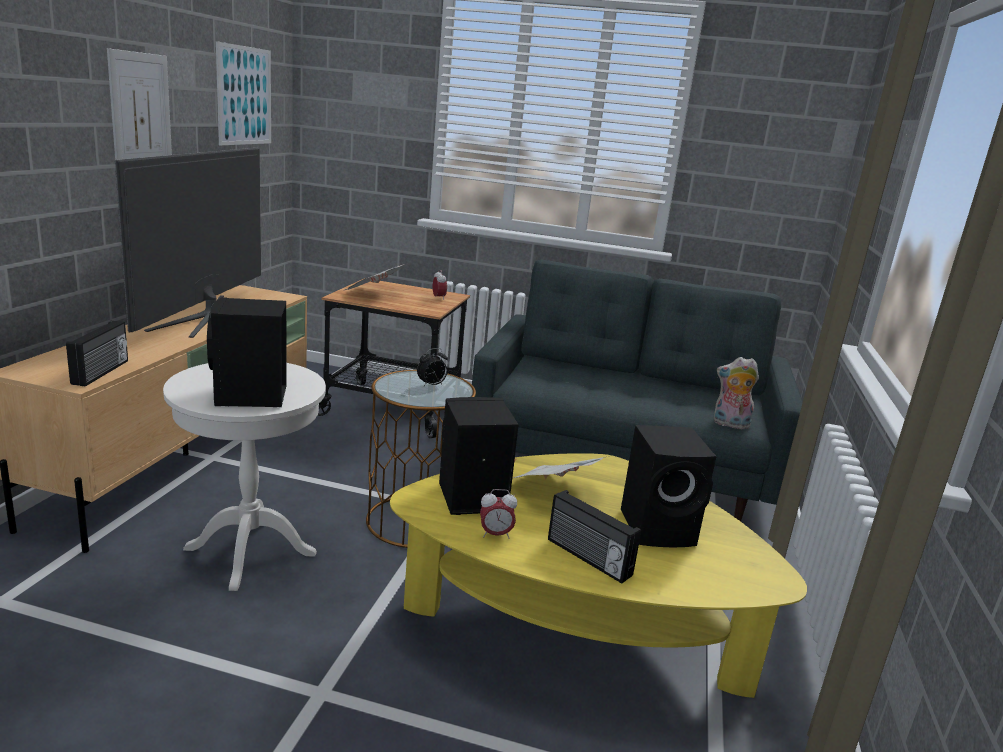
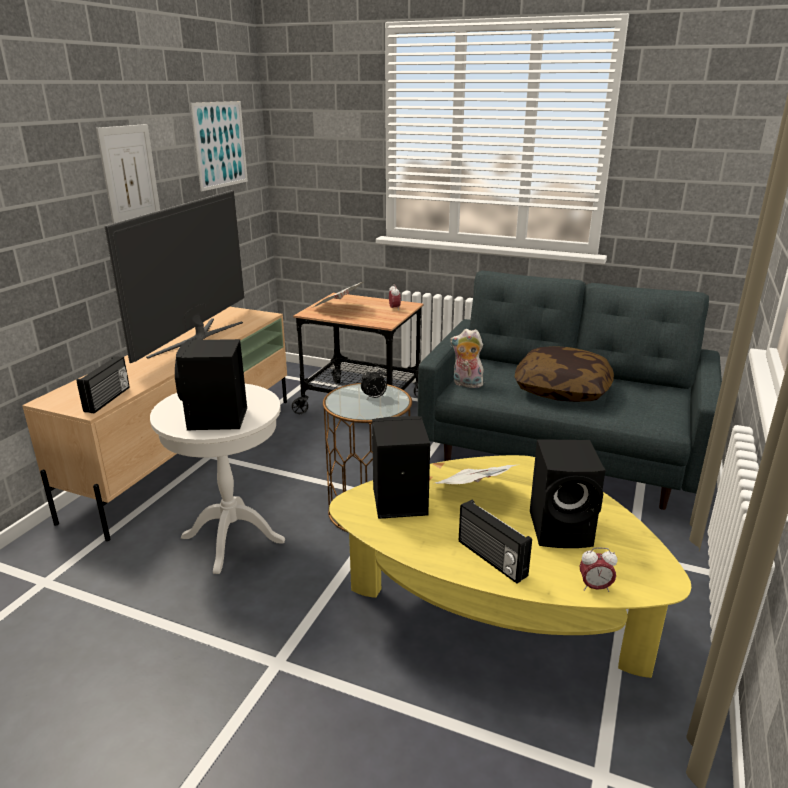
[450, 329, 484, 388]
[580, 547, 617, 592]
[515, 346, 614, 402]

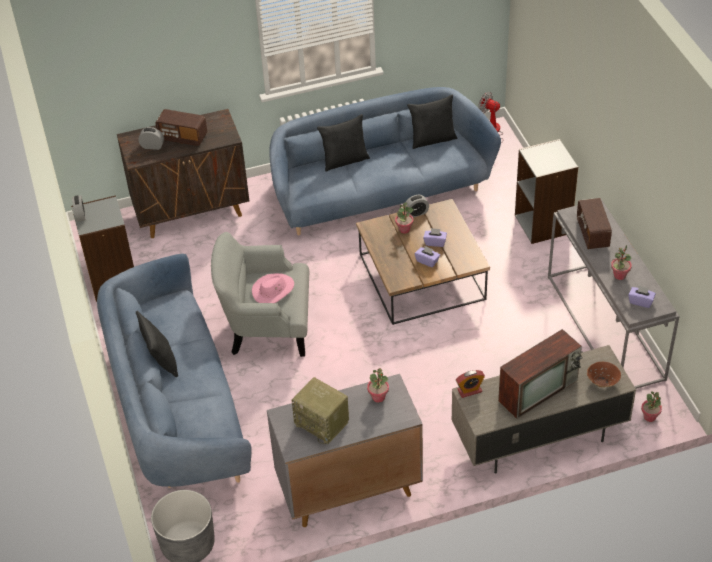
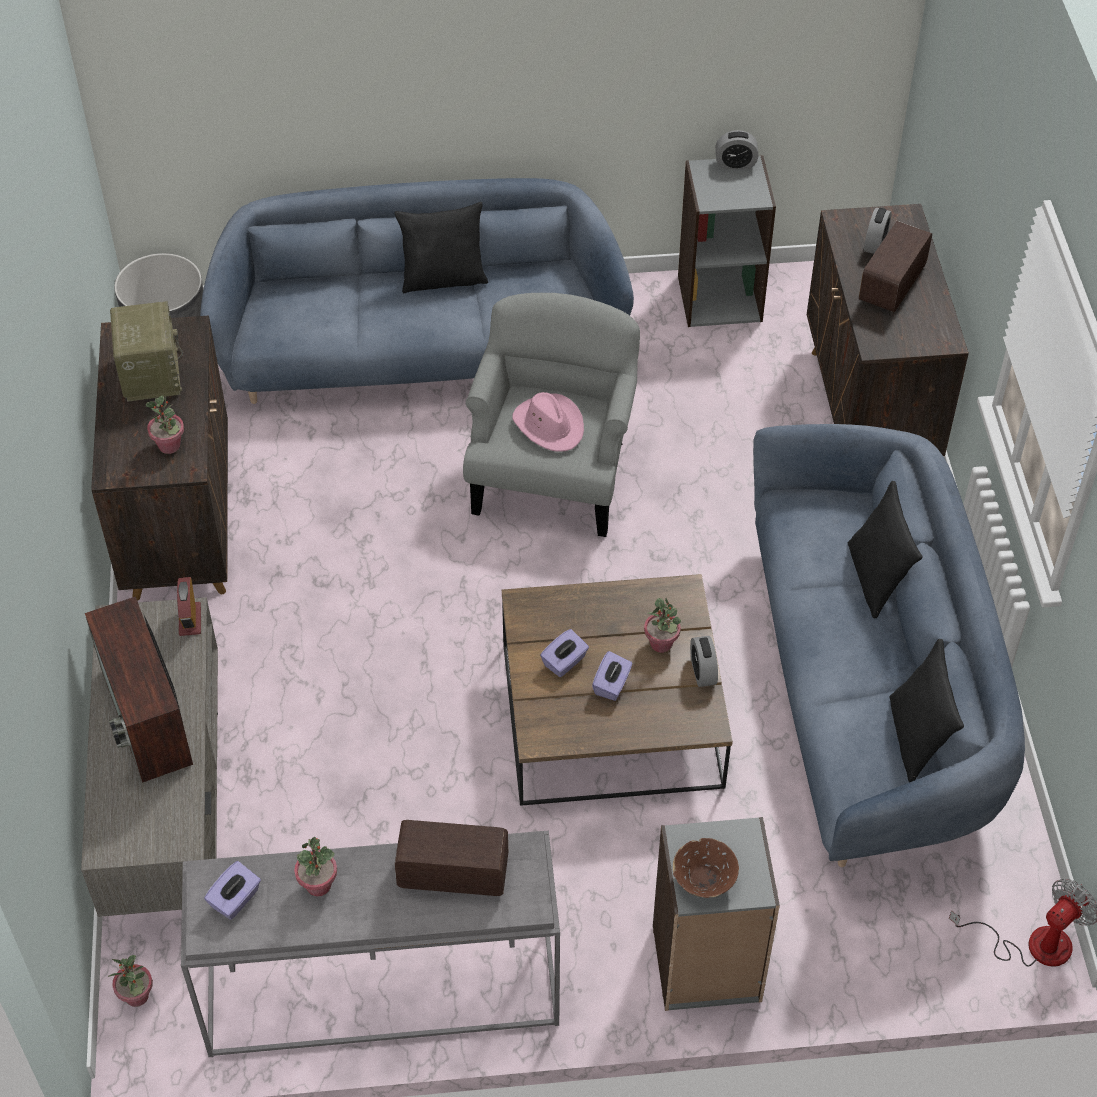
[673, 838, 739, 898]
[91, 316, 228, 601]
[110, 301, 183, 402]

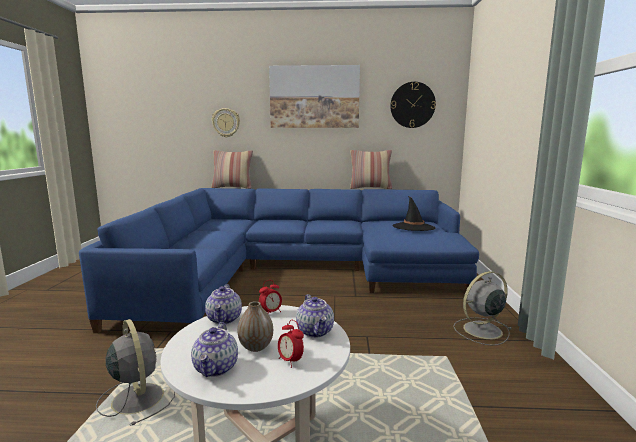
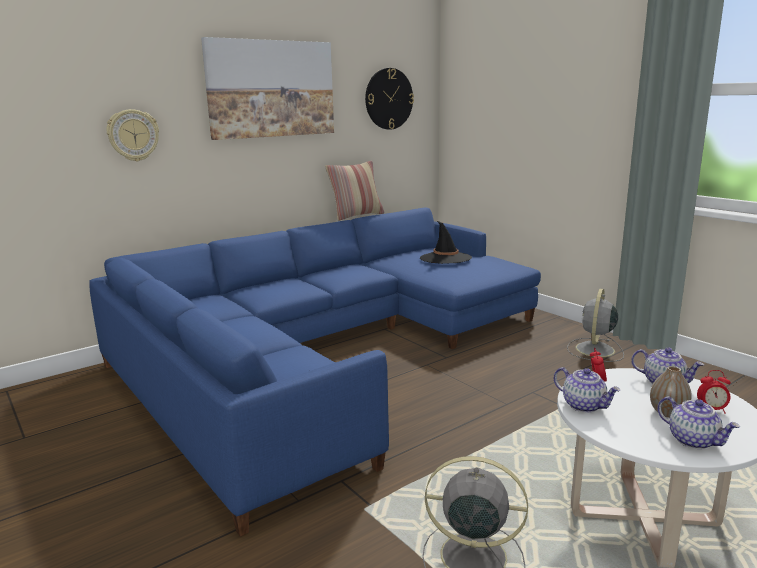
[211, 150, 253, 189] (first image)

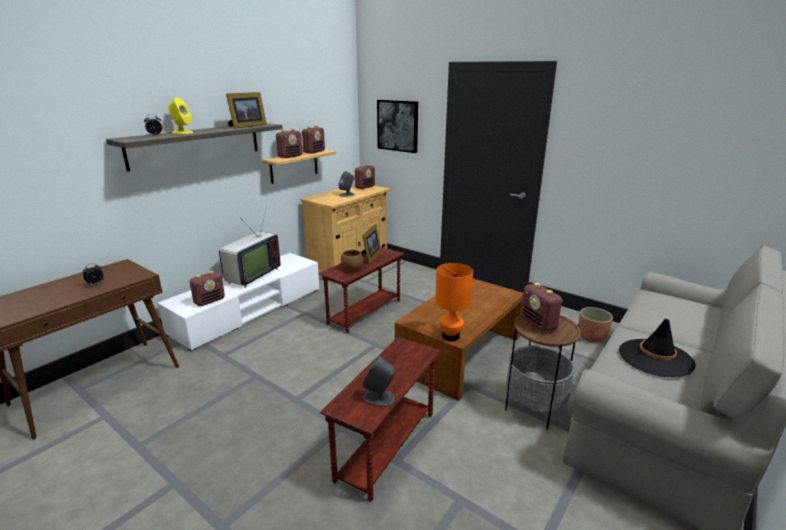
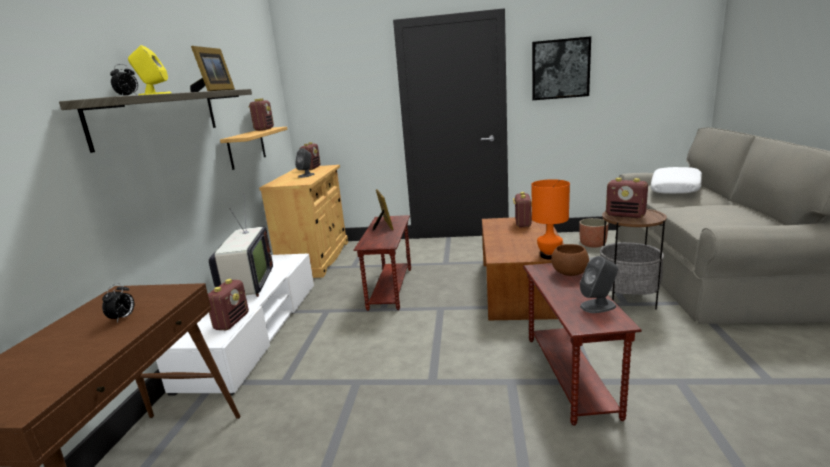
[532, 36, 591, 100]
[513, 192, 532, 227]
[551, 244, 589, 276]
[619, 319, 696, 377] (first image)
[650, 167, 702, 194]

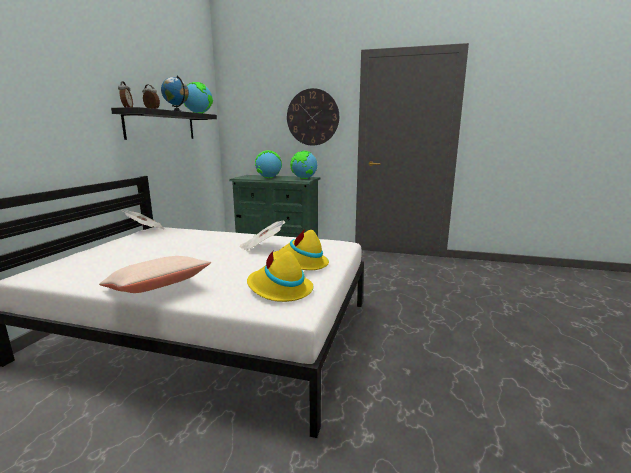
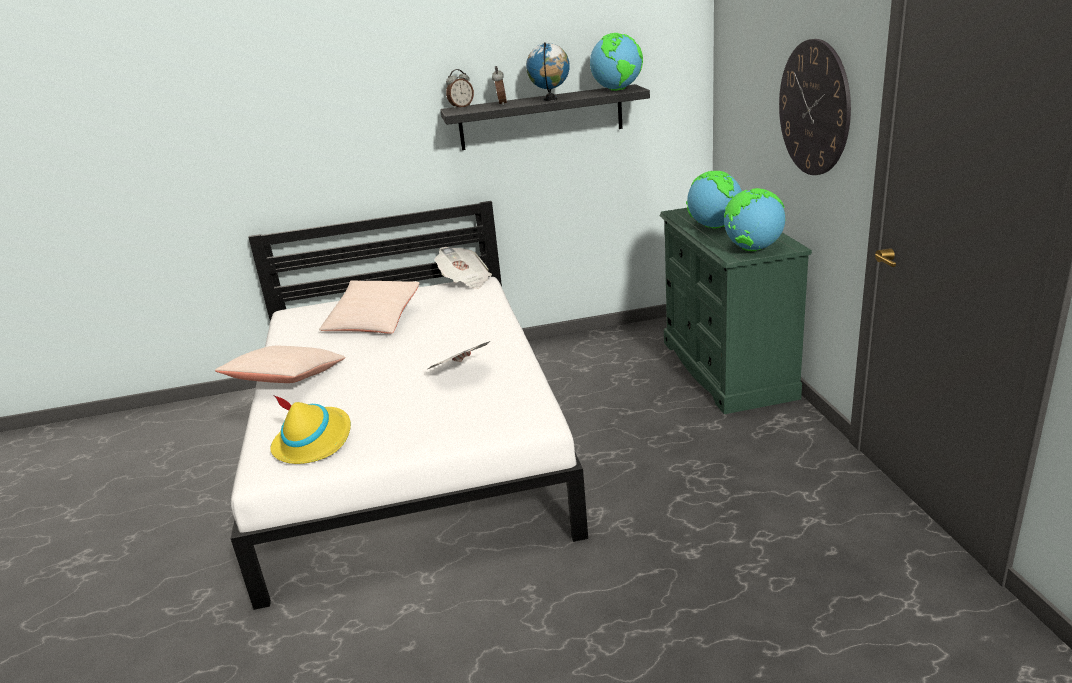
[273, 229, 329, 270] (first image)
[319, 280, 420, 334]

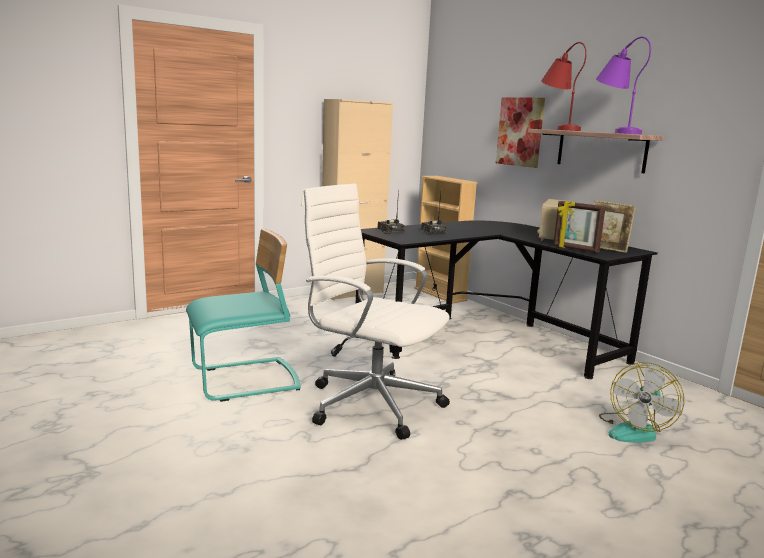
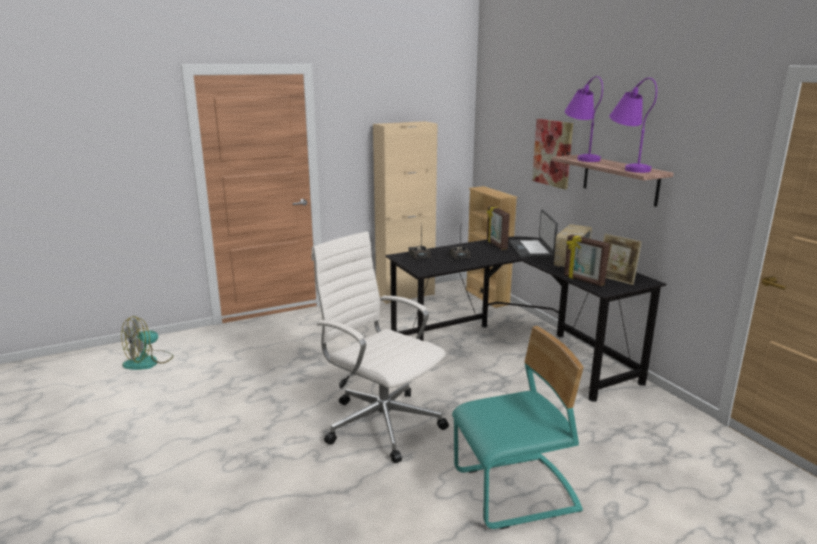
[565, 76, 603, 162]
[452, 326, 584, 529]
[121, 316, 173, 370]
[487, 206, 510, 250]
[509, 210, 558, 258]

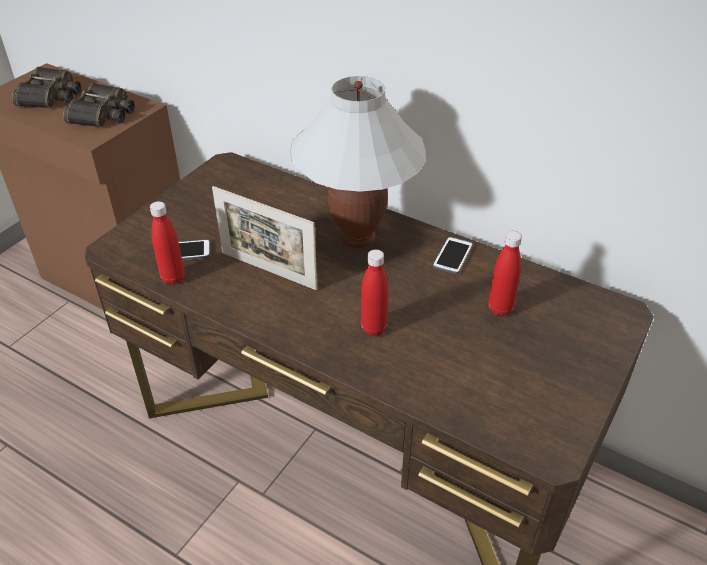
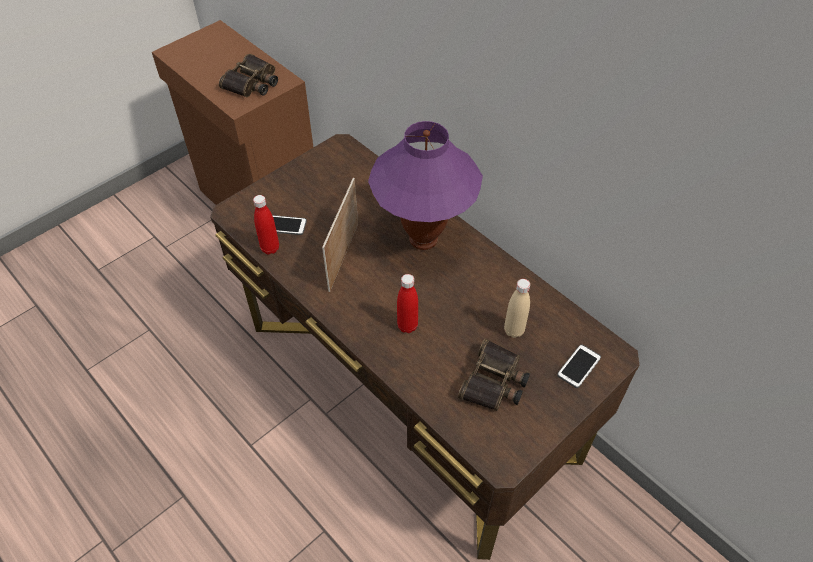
[458, 339, 530, 411]
[368, 121, 483, 250]
[322, 178, 358, 292]
[504, 279, 530, 338]
[557, 344, 601, 388]

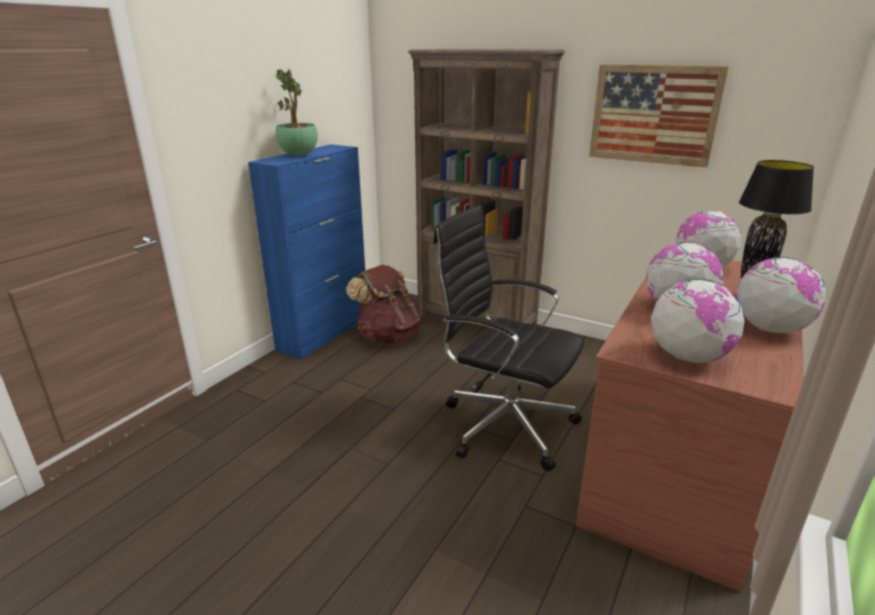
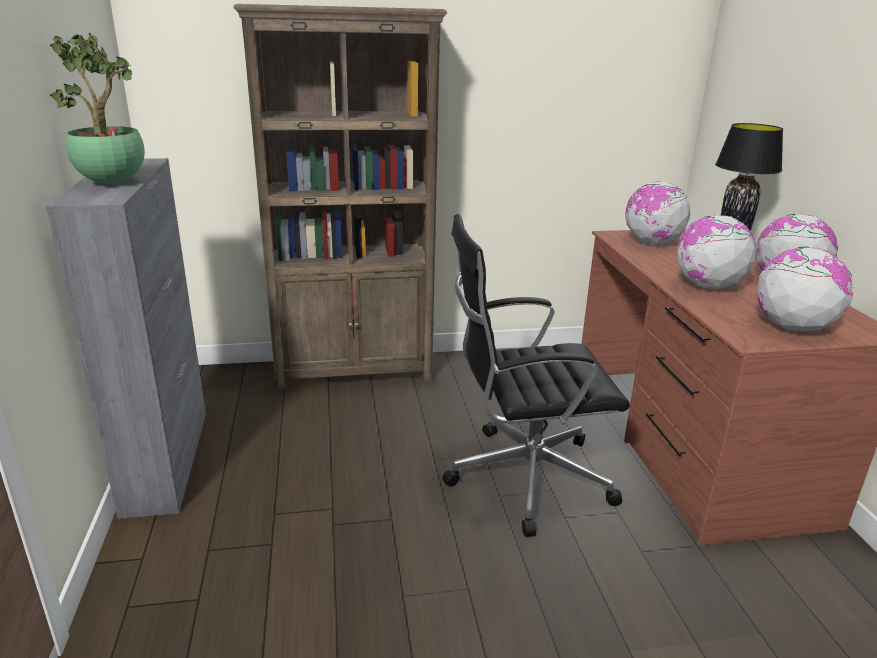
[589, 64, 729, 168] (first image)
[46, 158, 206, 519]
[346, 265, 421, 344] (first image)

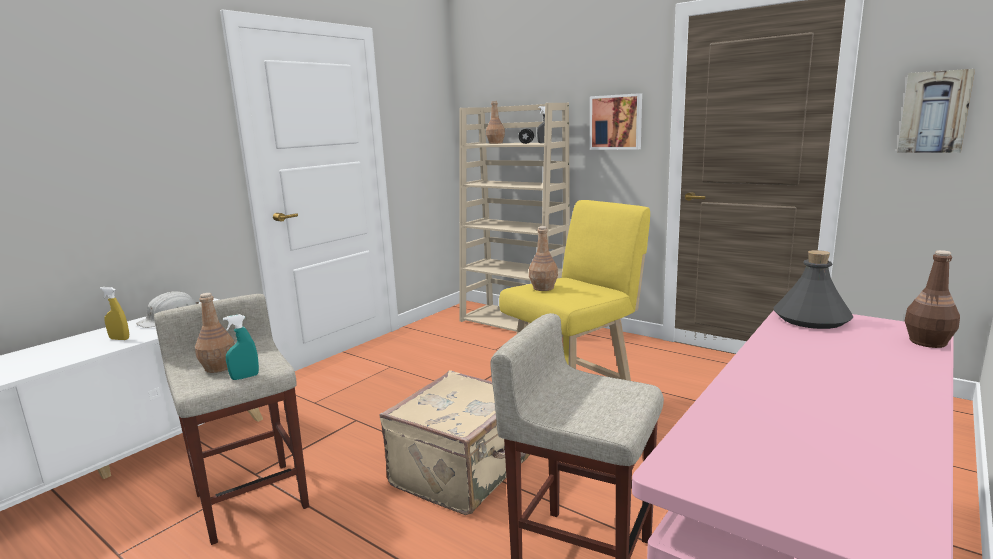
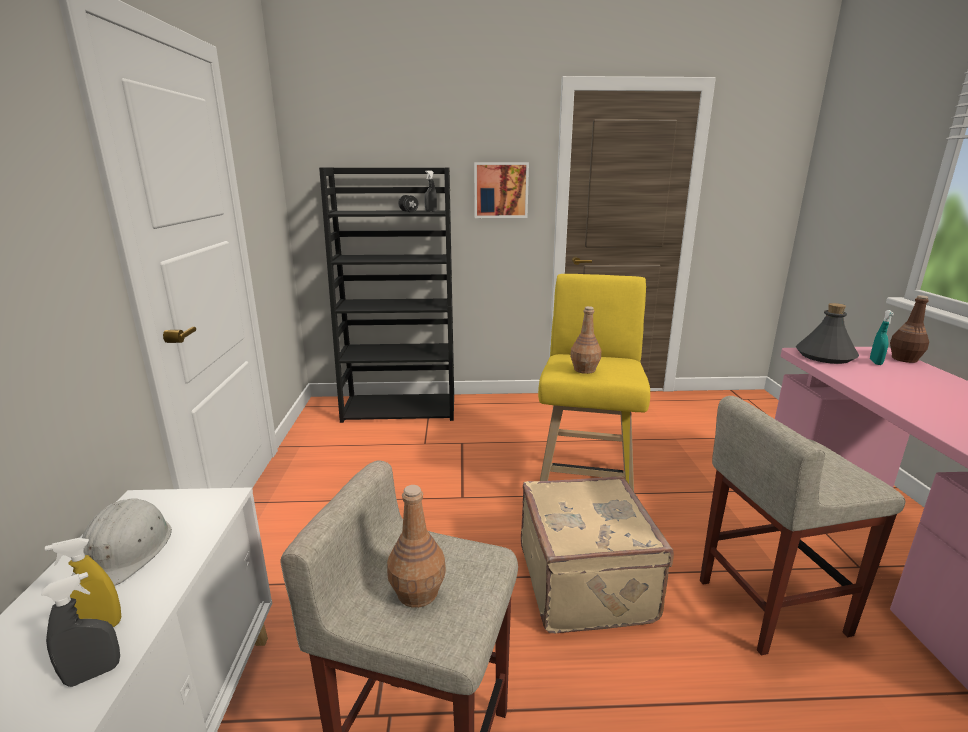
[897, 69, 975, 153] (first image)
[486, 101, 505, 144] (first image)
[319, 167, 454, 423]
[870, 310, 894, 365]
[41, 572, 120, 687]

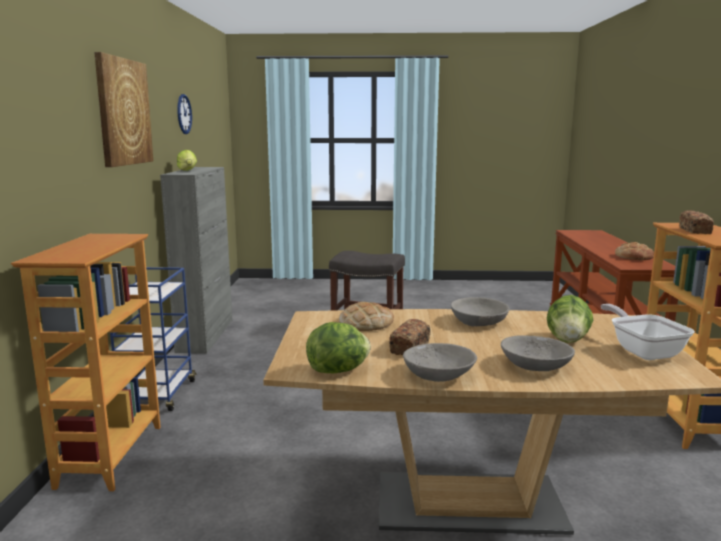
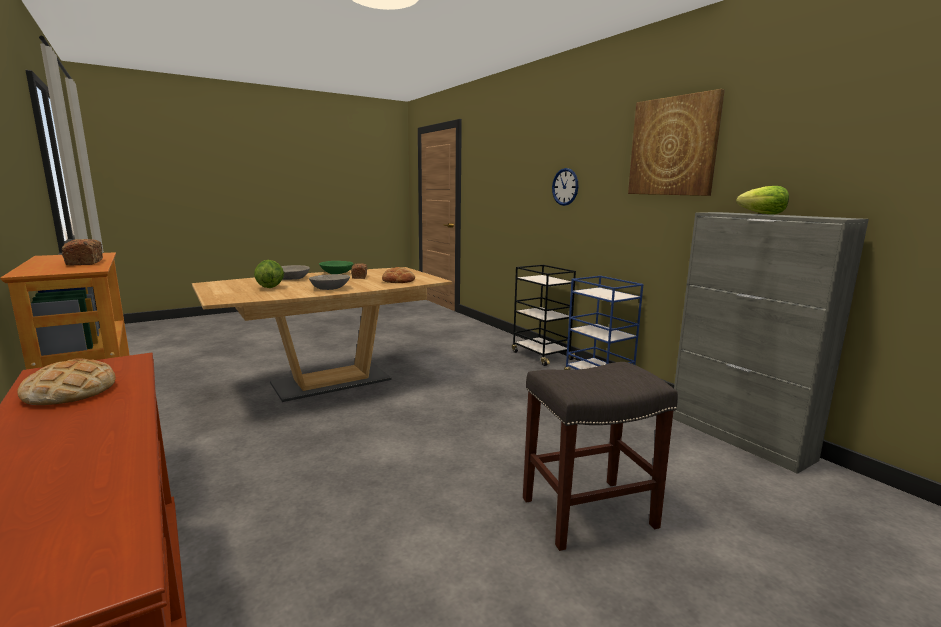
[552, 168, 578, 206]
[512, 265, 576, 366]
[601, 304, 695, 360] (first image)
[306, 322, 371, 373] (first image)
[319, 261, 353, 274]

